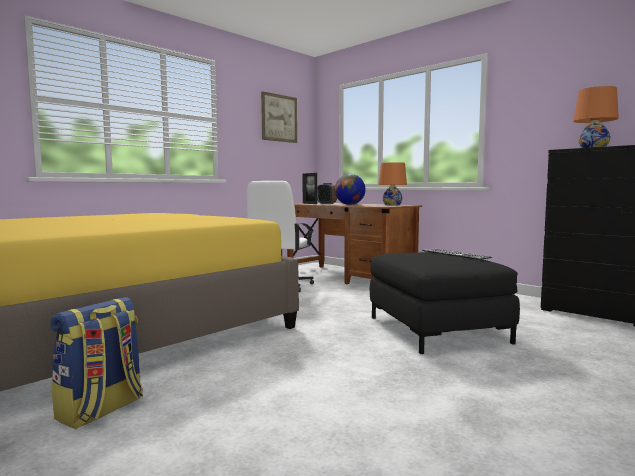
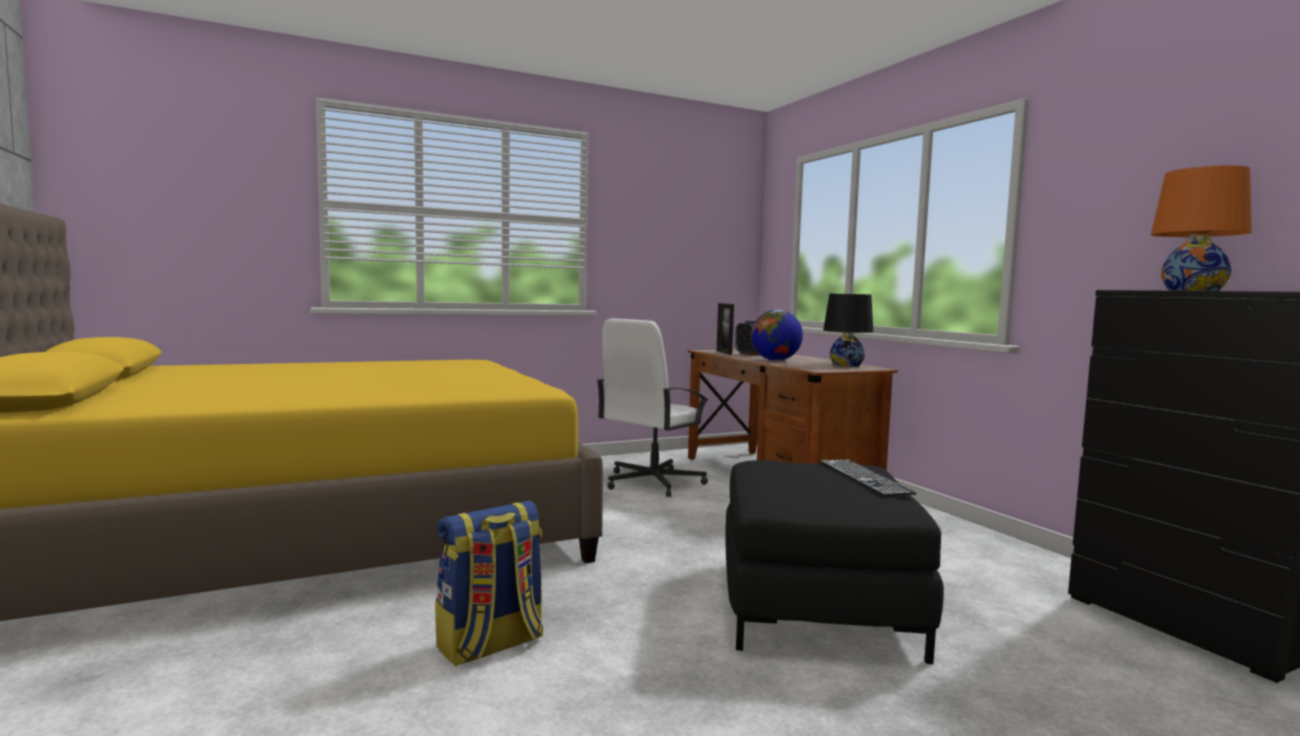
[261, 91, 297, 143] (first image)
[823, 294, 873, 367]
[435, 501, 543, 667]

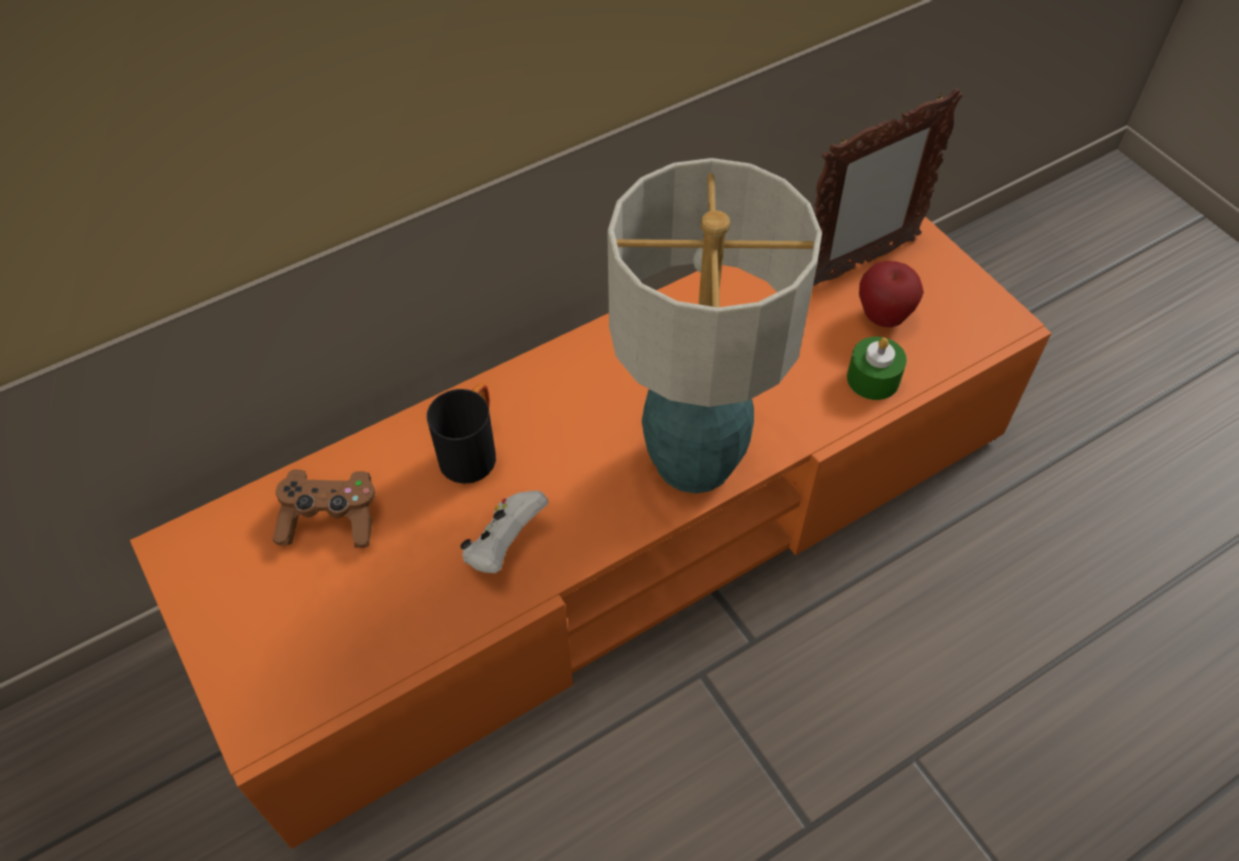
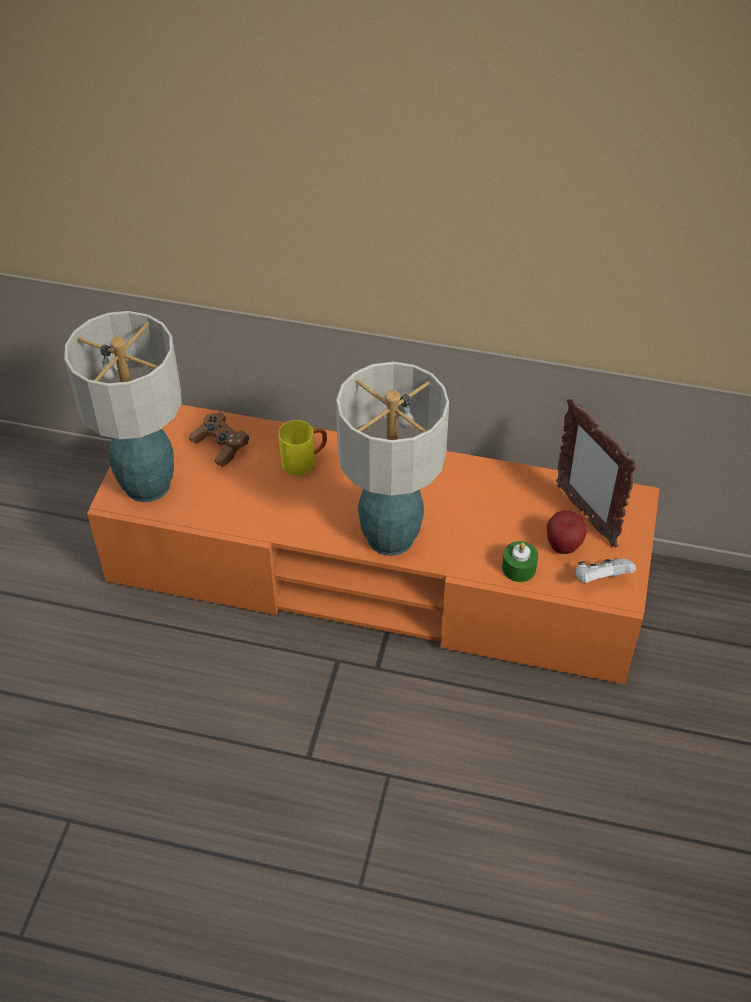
[556, 399, 637, 547]
[278, 420, 327, 476]
[575, 558, 636, 583]
[64, 311, 182, 502]

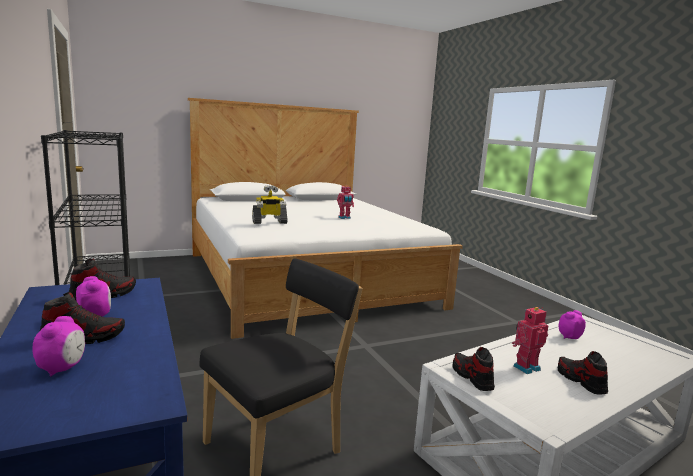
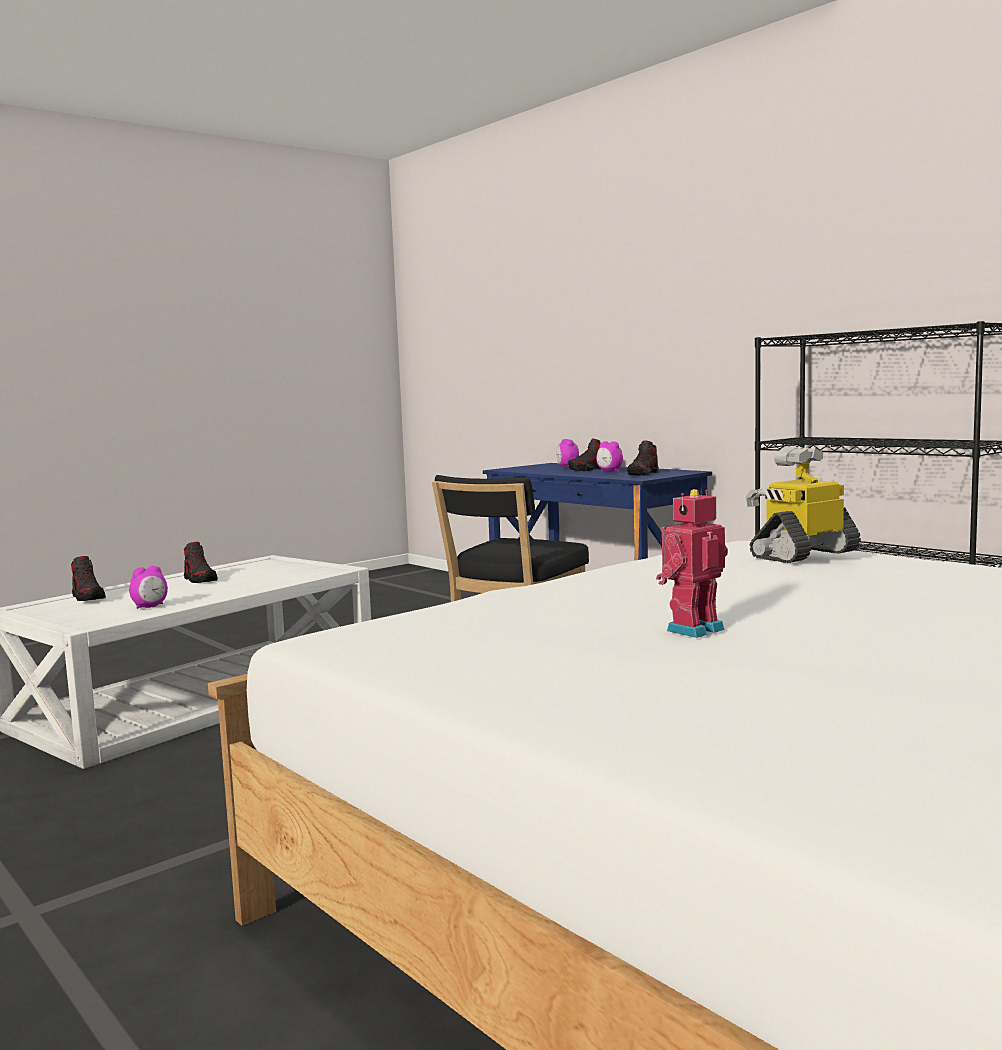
[512, 307, 548, 374] (first image)
[71, 556, 106, 601]

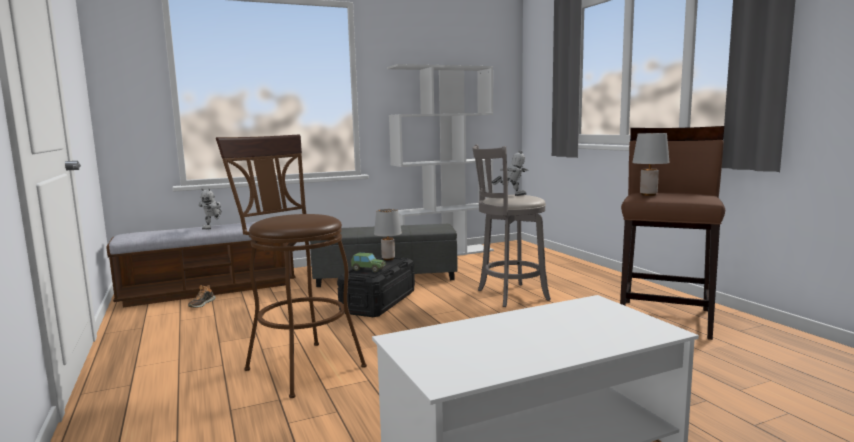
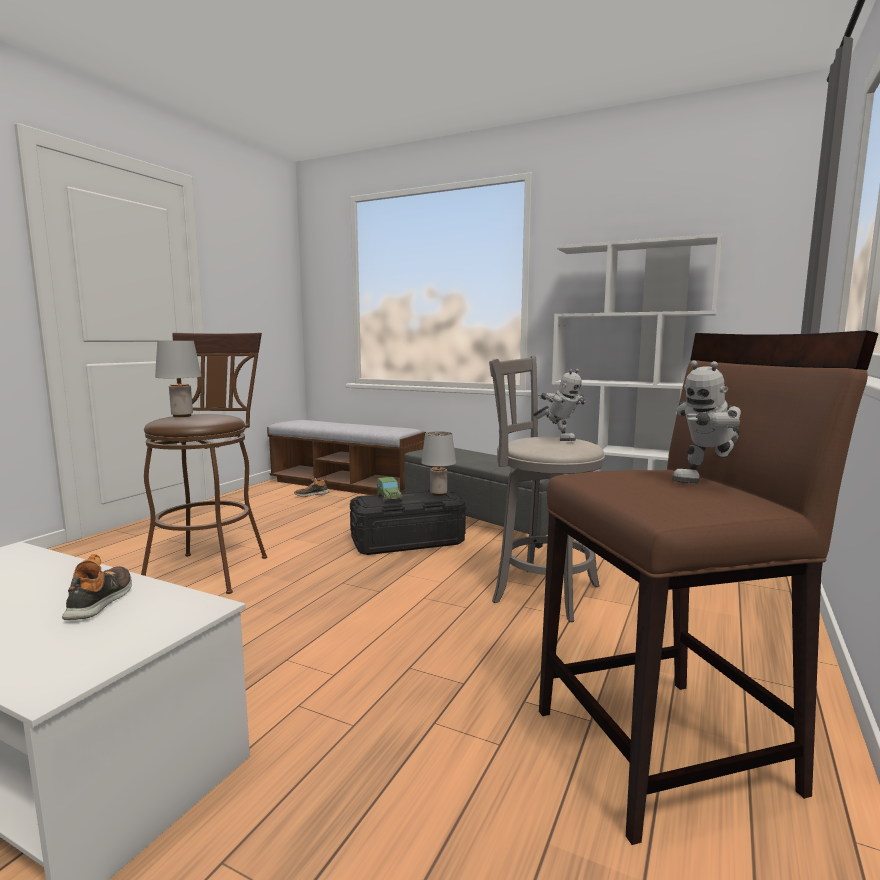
[155, 341, 201, 417]
[672, 361, 741, 483]
[62, 554, 132, 620]

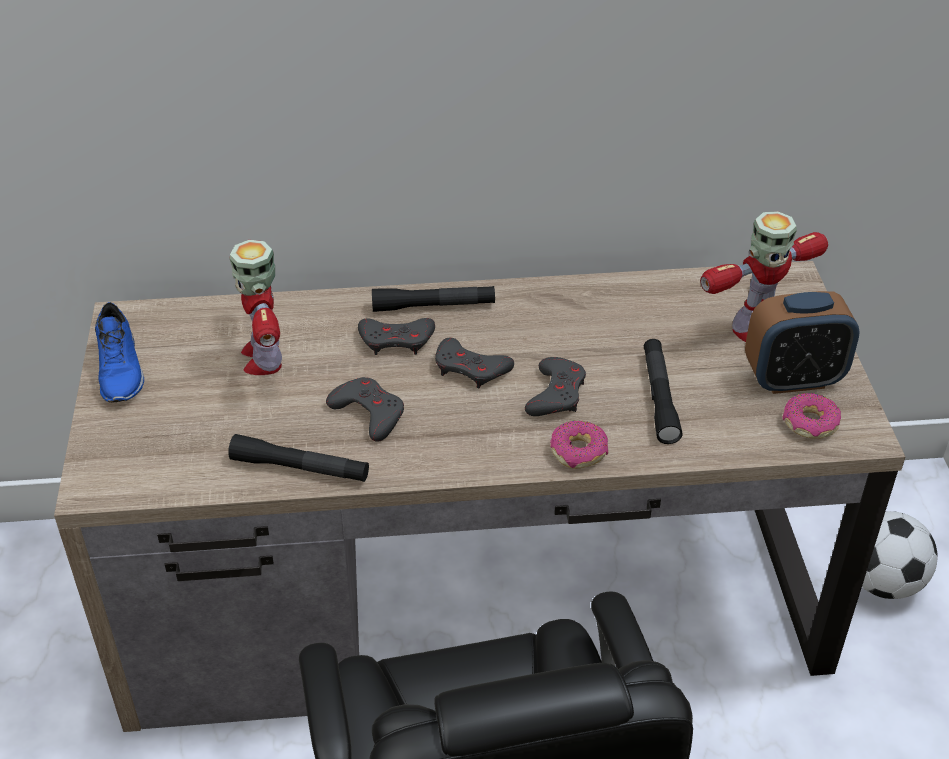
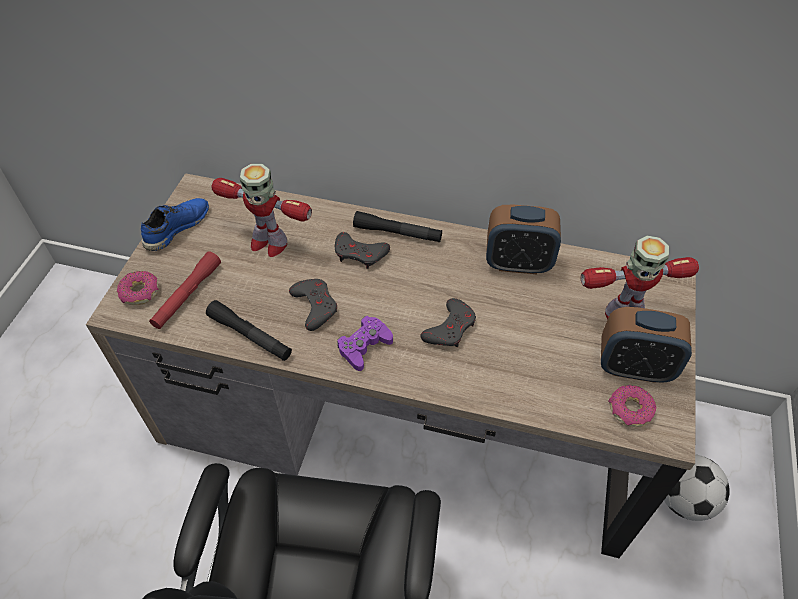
[212, 164, 312, 257]
[141, 198, 209, 251]
[435, 338, 514, 388] (first image)
[644, 339, 682, 444] (first image)
[117, 271, 158, 305]
[486, 205, 561, 274]
[149, 251, 221, 329]
[337, 316, 393, 371]

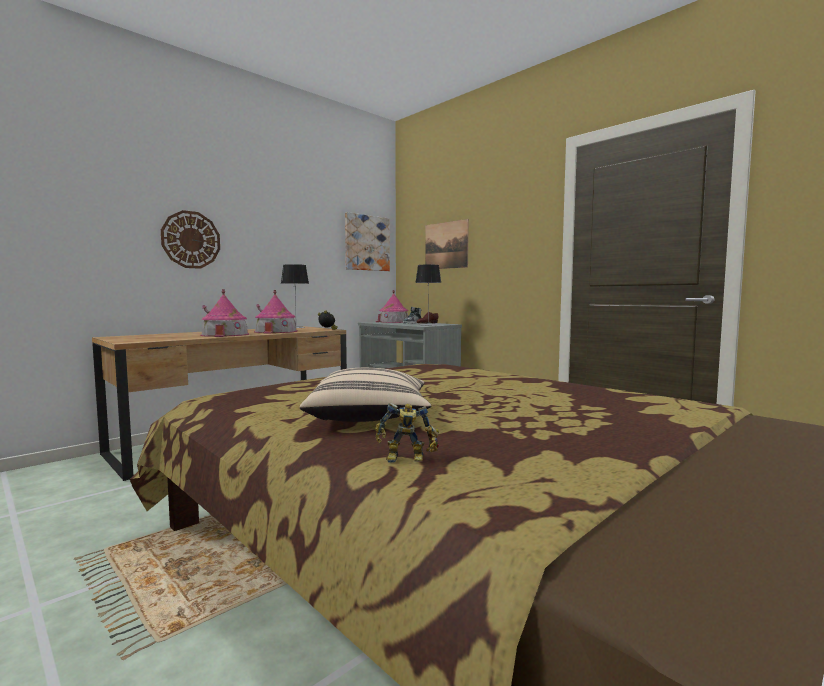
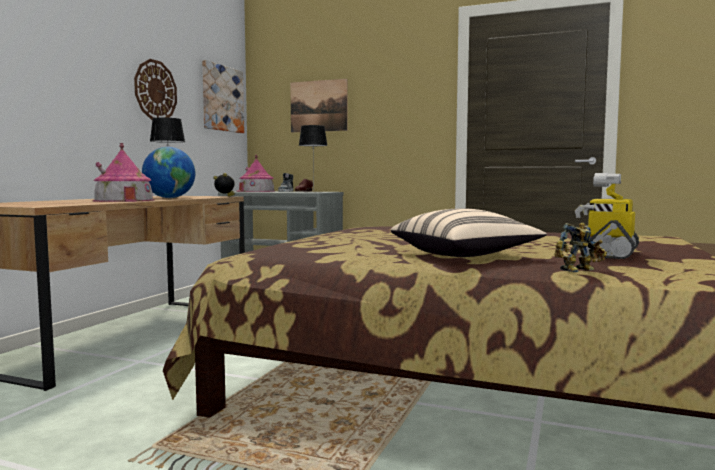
[134, 59, 177, 120]
[142, 147, 195, 198]
[575, 173, 639, 259]

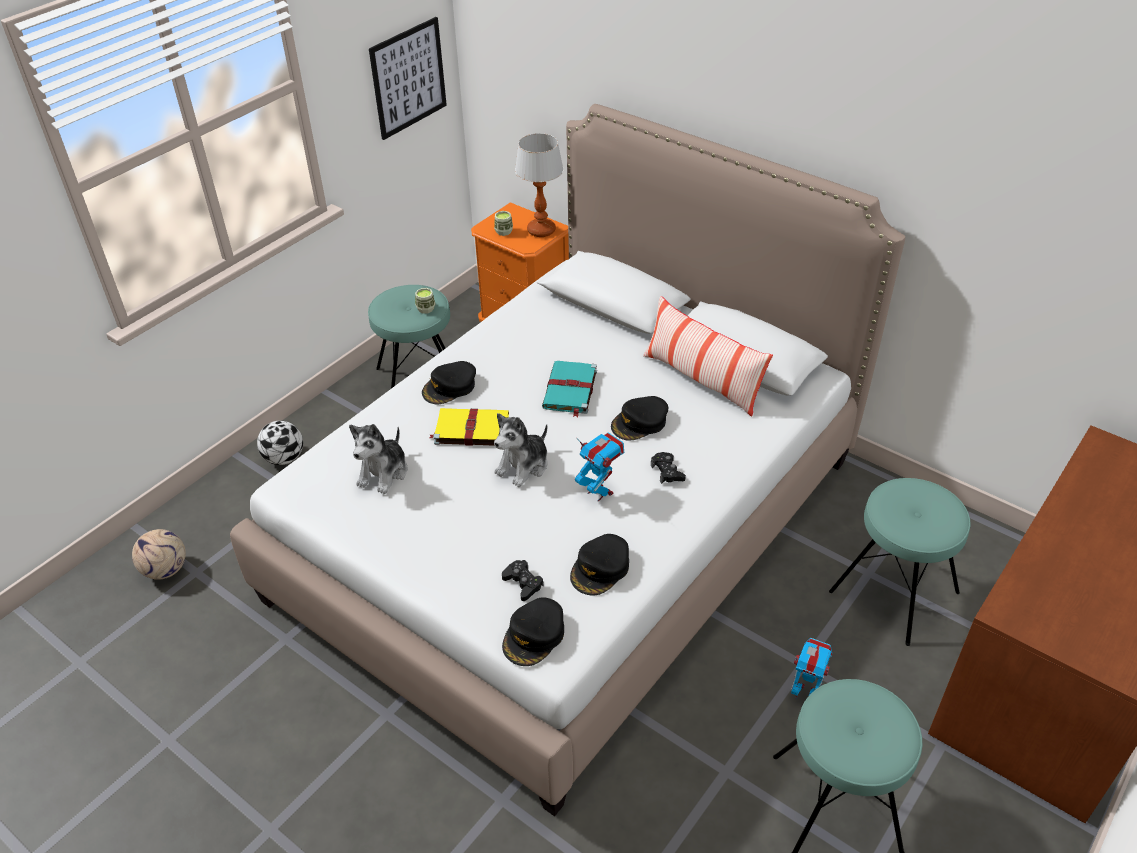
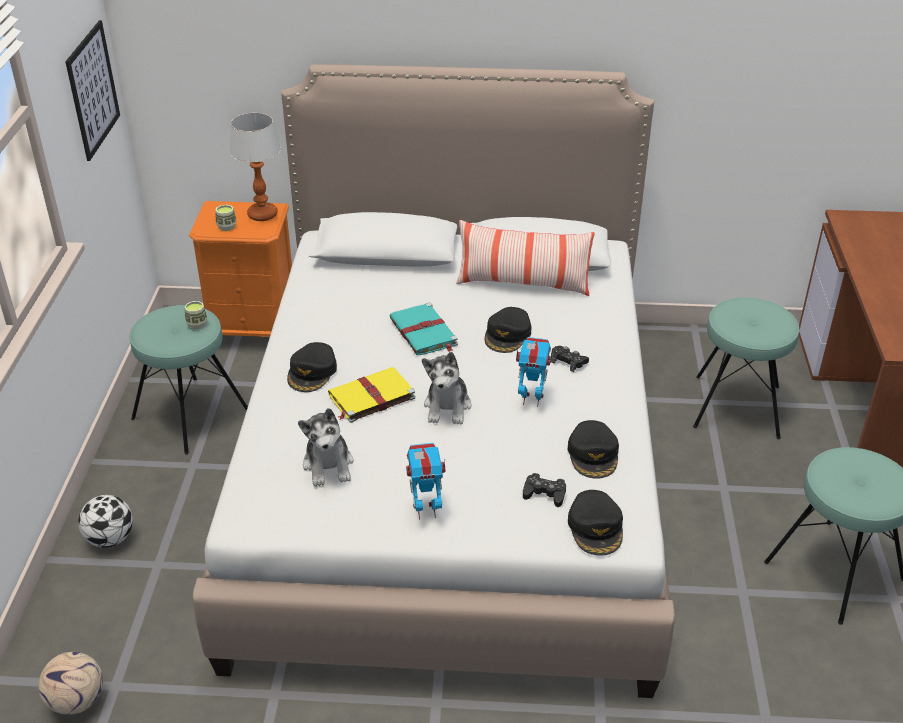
[406, 443, 445, 520]

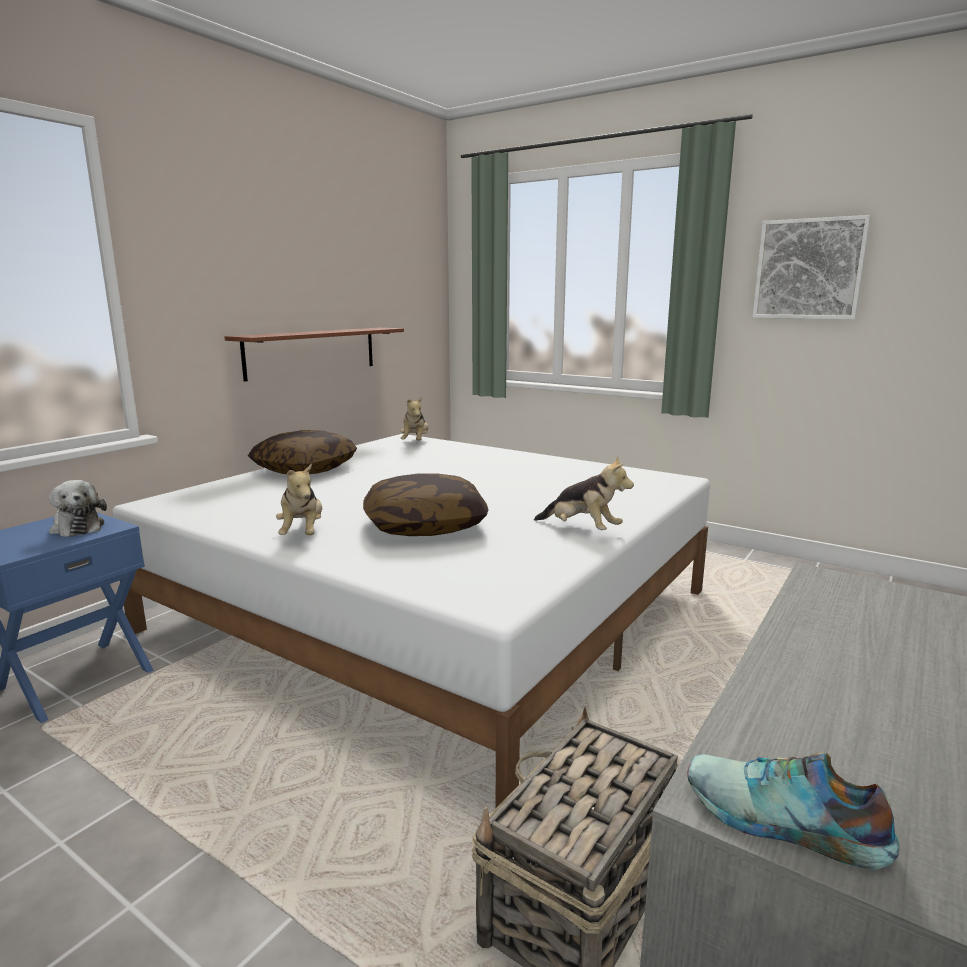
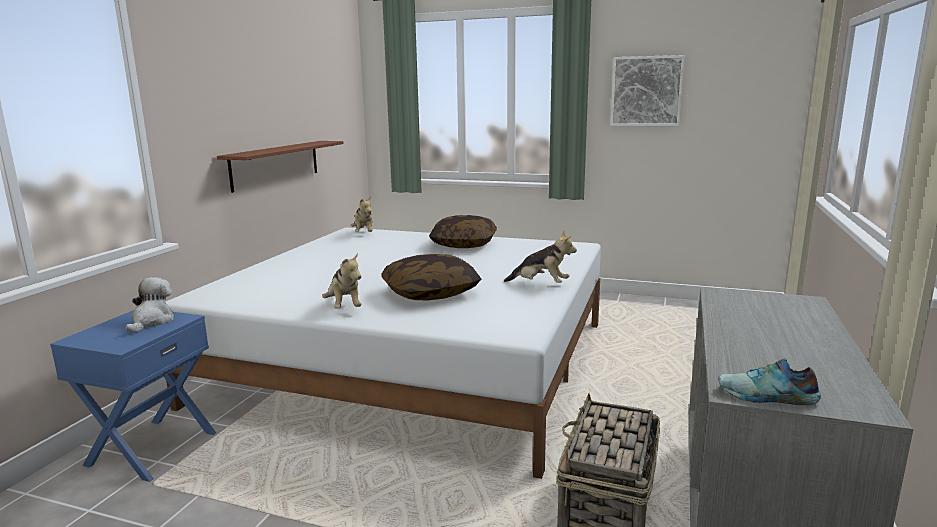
[429, 215, 497, 248]
[126, 277, 174, 333]

